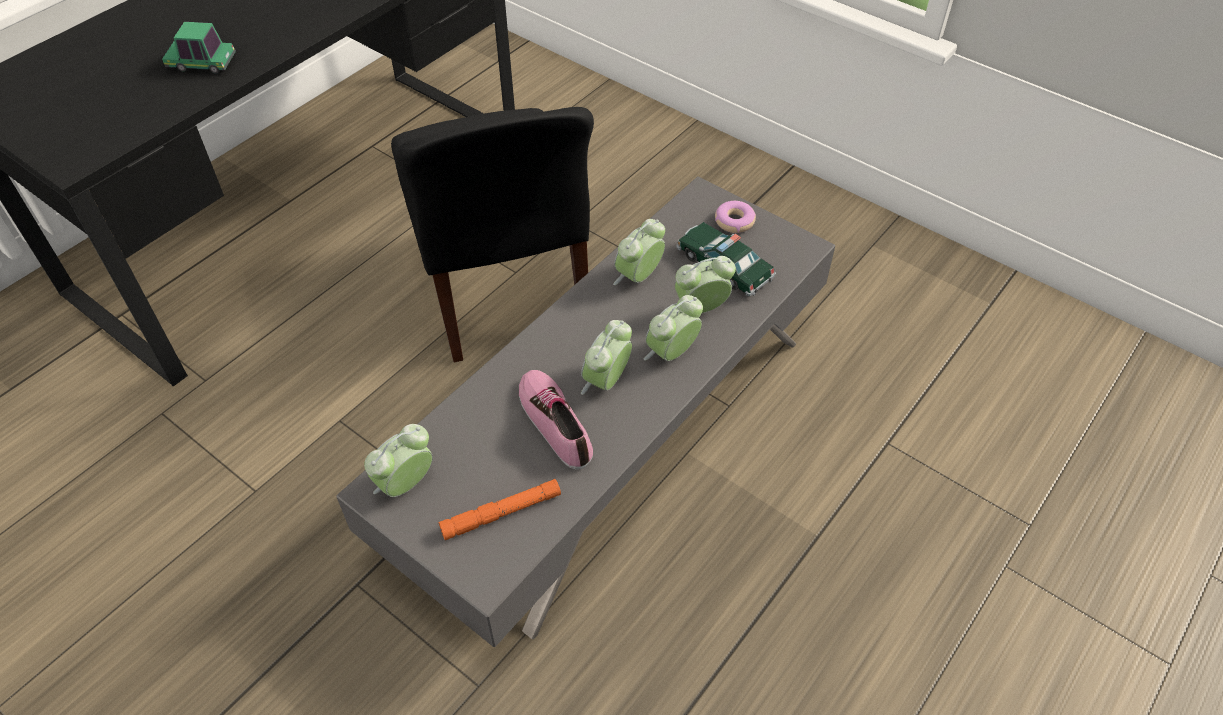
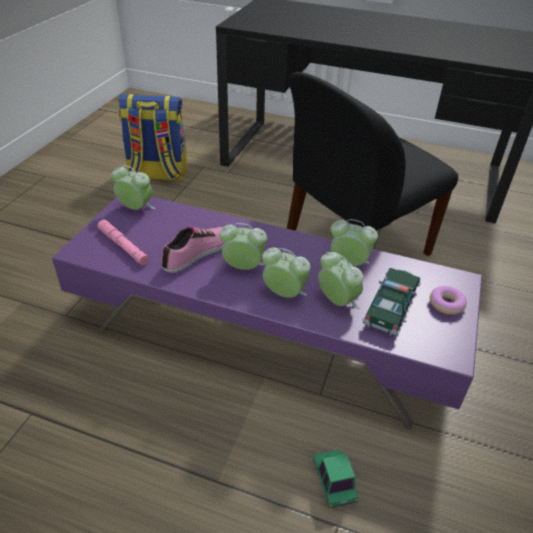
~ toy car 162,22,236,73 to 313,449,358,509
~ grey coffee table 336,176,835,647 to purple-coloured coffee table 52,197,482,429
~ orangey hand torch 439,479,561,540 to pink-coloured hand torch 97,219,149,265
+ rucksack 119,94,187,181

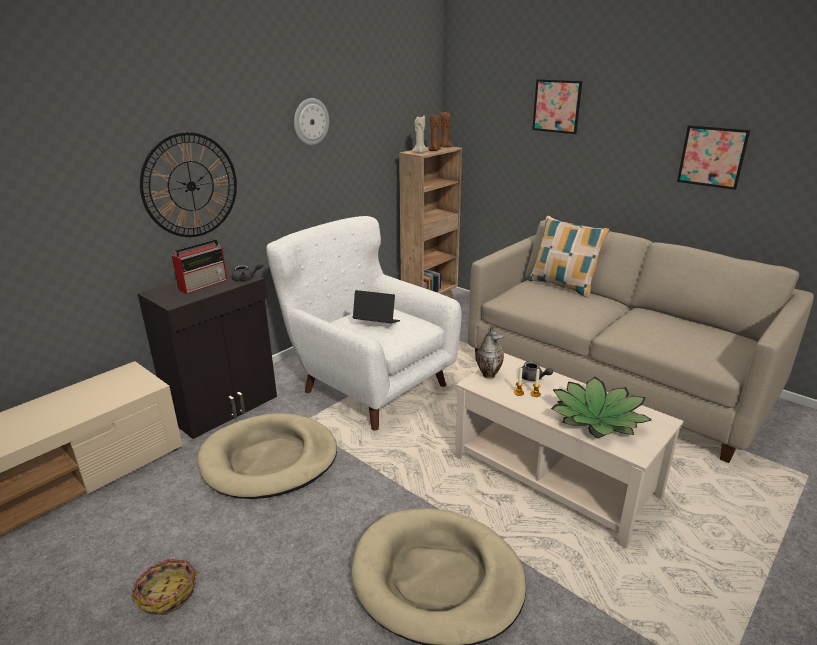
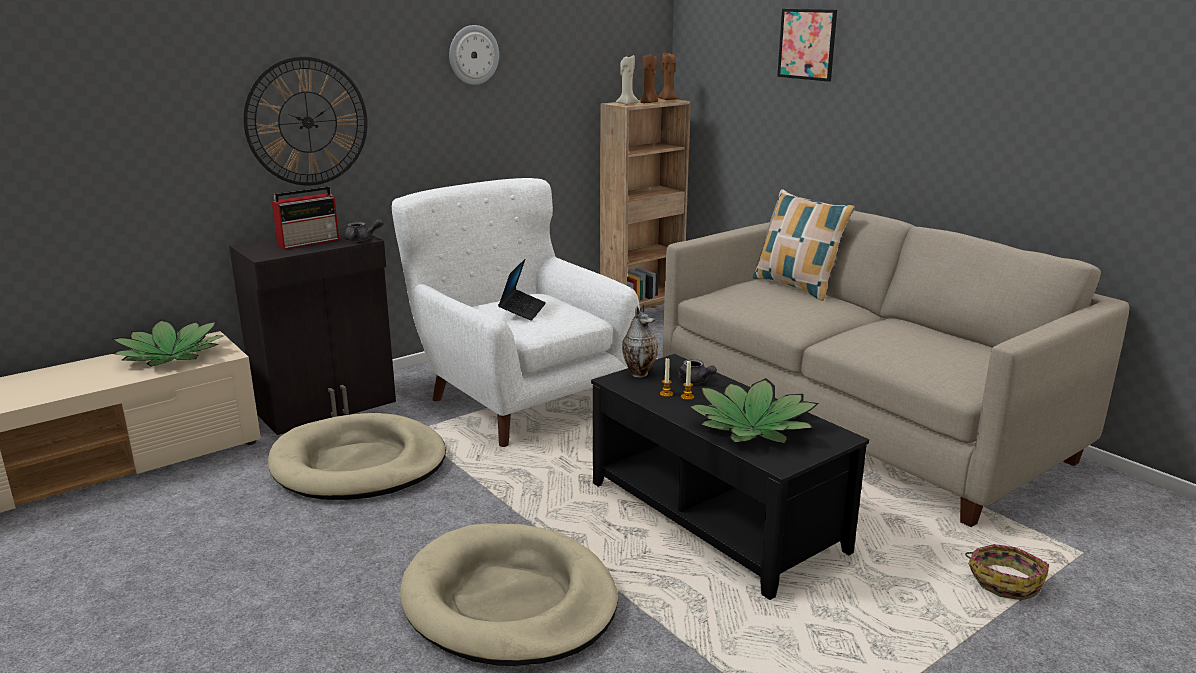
~ basket 132,559,198,615 to 965,544,1049,601
~ portable computer 353,290,400,324 = 498,259,546,321 75 degrees clockwise
~ beige-coloured coffee table 455,353,683,549 to black coffee table 591,354,869,600
- wall picture 677,125,750,190
+ potted plant 112,319,223,366

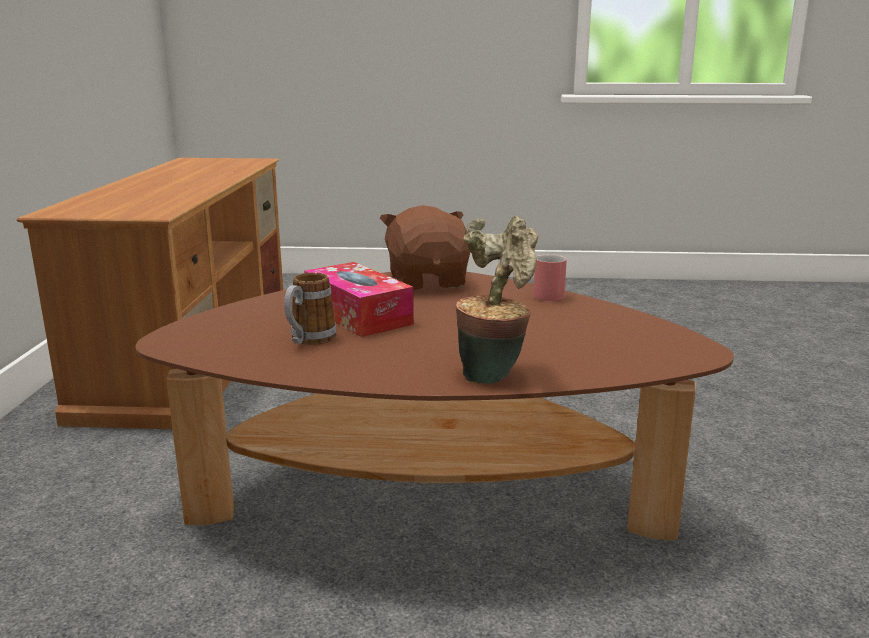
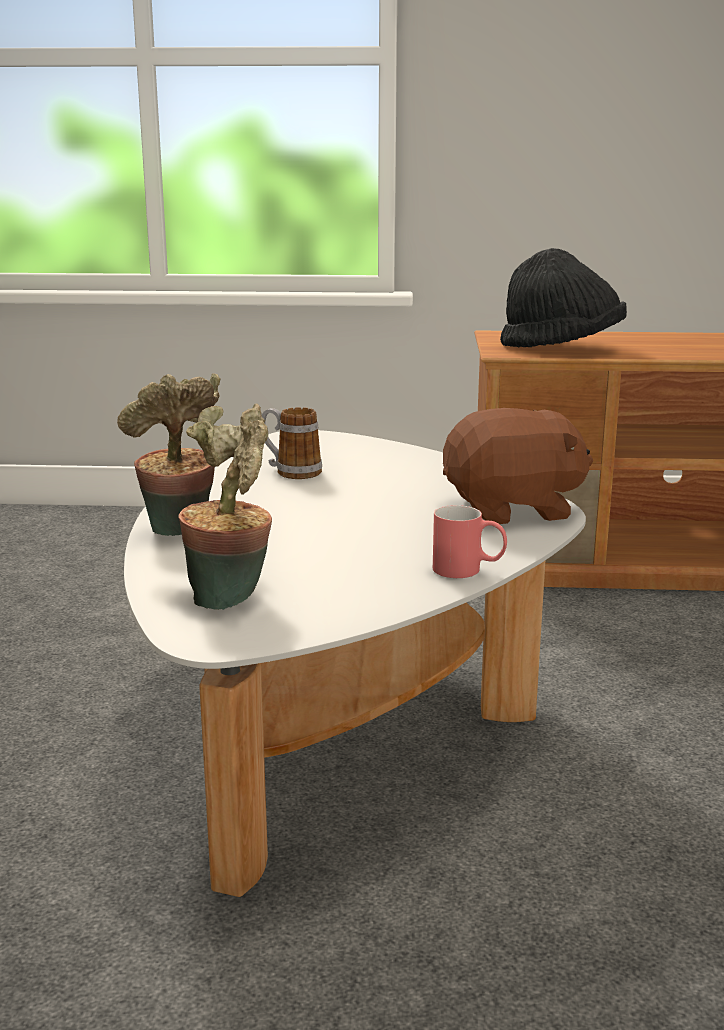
~ brown coffee table 135,272,734,540 to white-coloured coffee table 124,430,586,897
- box of tissues 304,262,414,337
+ potted plant 178,404,272,610
+ black hat 500,248,627,347

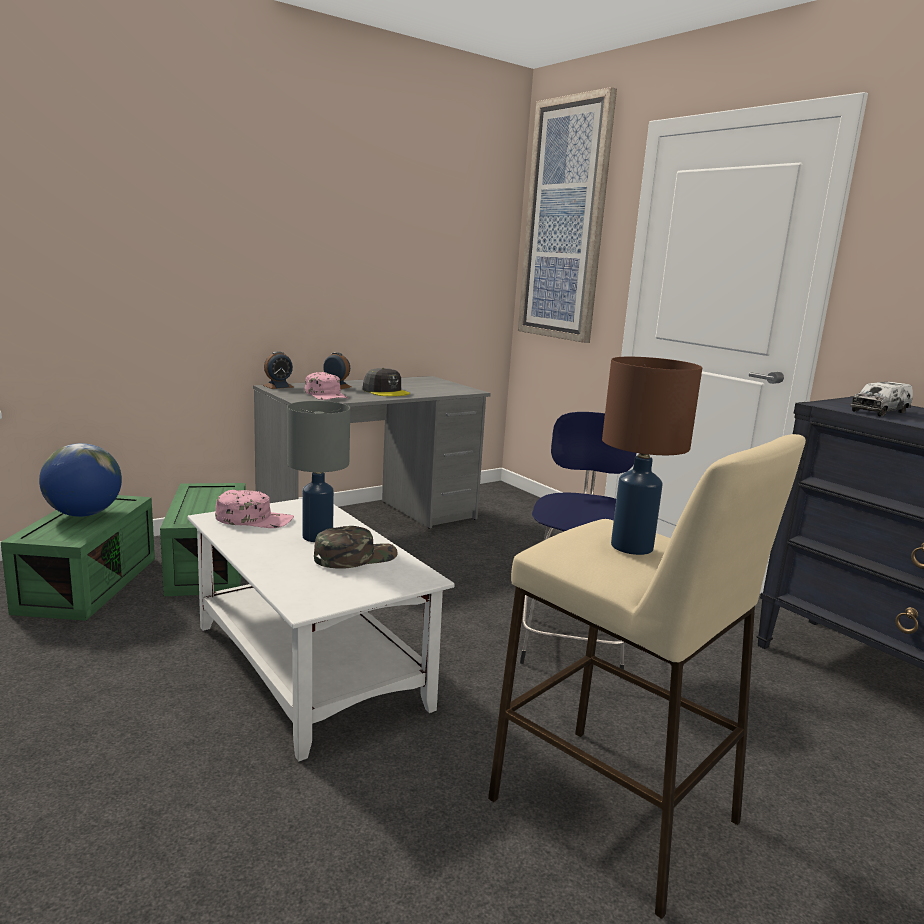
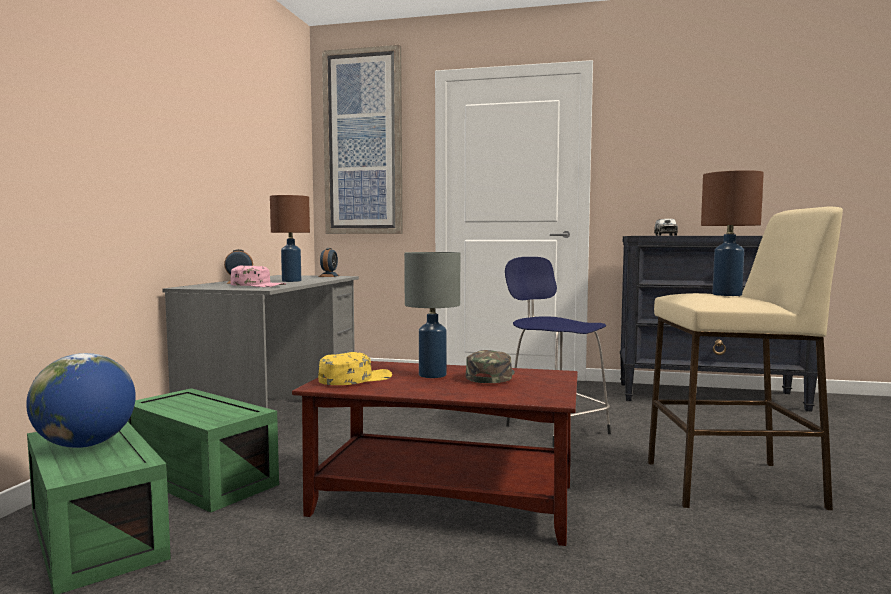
~ white-coloured coffee table 187,499,455,761 to brown coffee table 292,361,578,546
~ pink-coloured baseball cap 215,490,294,528 to yellowish baseball cap 318,352,392,385
~ alarm clock 263,351,293,389 to 318,248,340,277
~ grey baseball cap 363,368,410,396 to brown lamp for a table 270,195,310,282

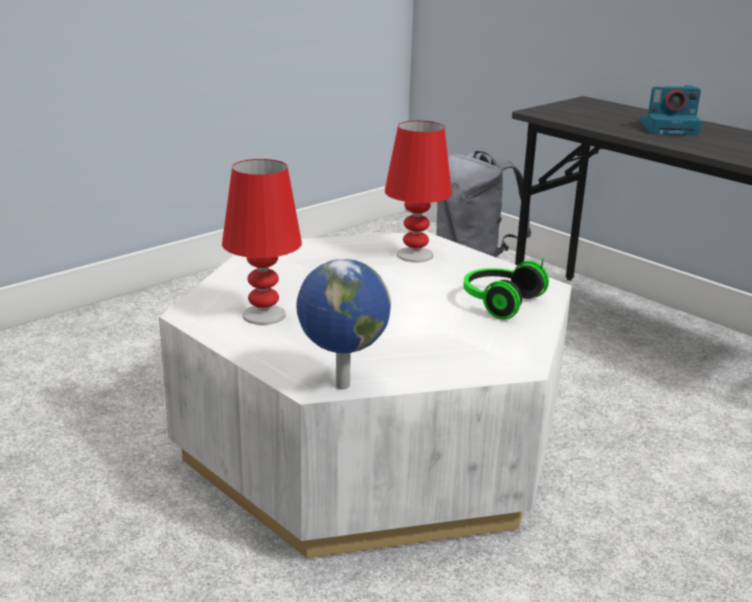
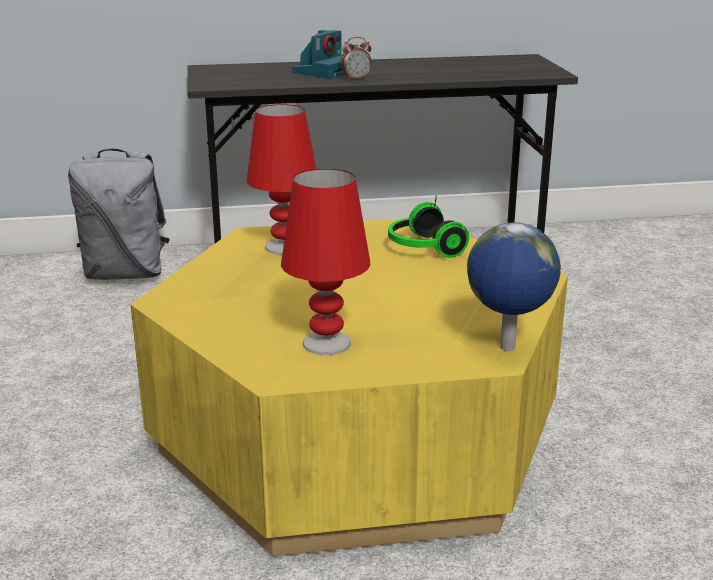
~ white-coloured coffee table 159,232,572,558 to yellowish coffee table 131,218,568,556
+ alarm clock 341,37,372,81

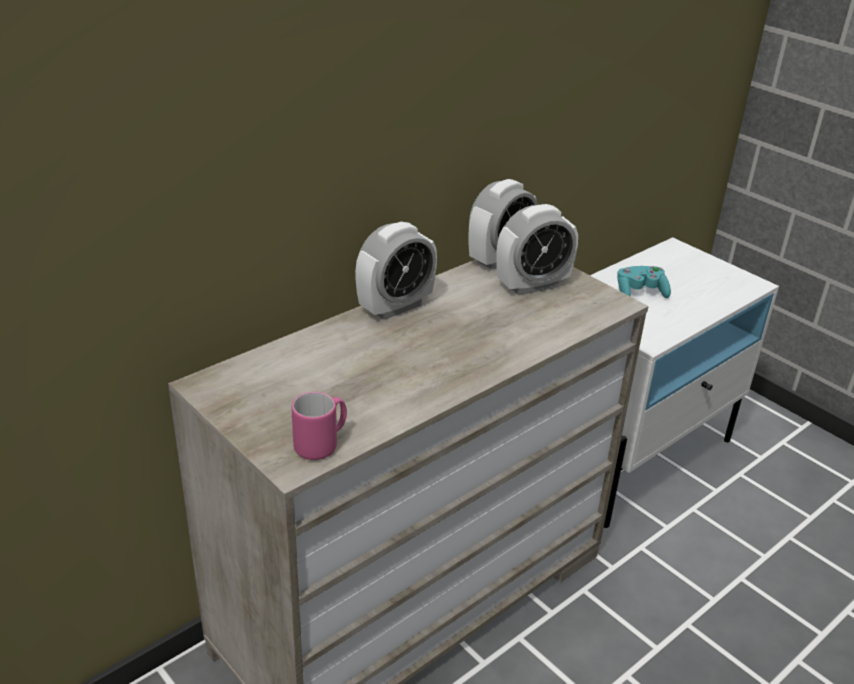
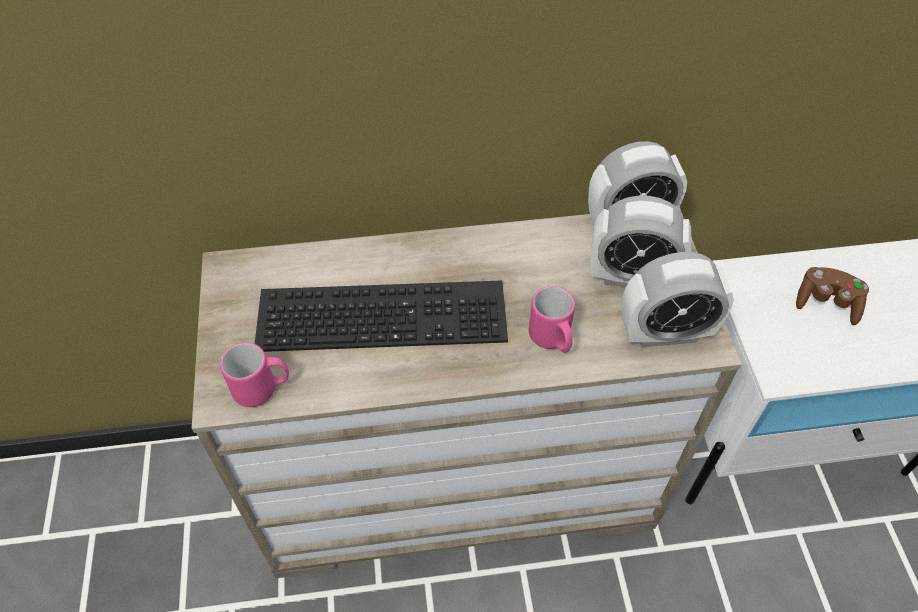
~ alarm clock 355,222,437,320 to 622,252,734,347
~ turquoise-coloured gamepad 617,266,671,298 to brown gamepad 796,267,869,325
+ PC keyboard 255,280,508,352
+ pink-coloured tea mug 529,286,575,353

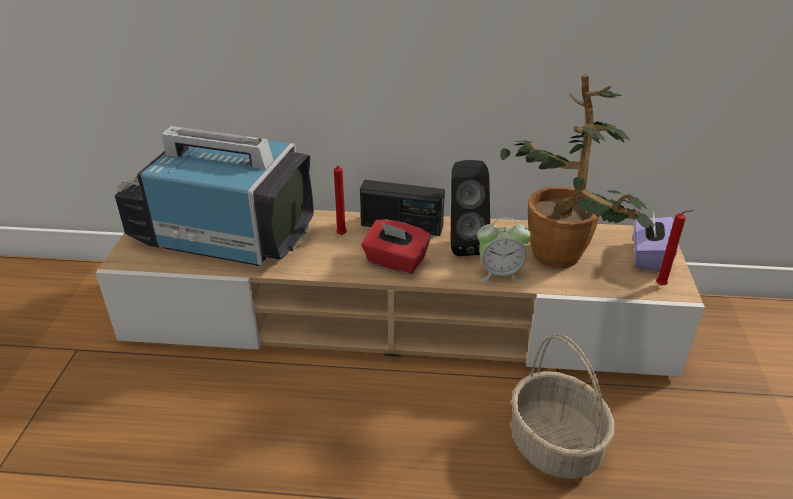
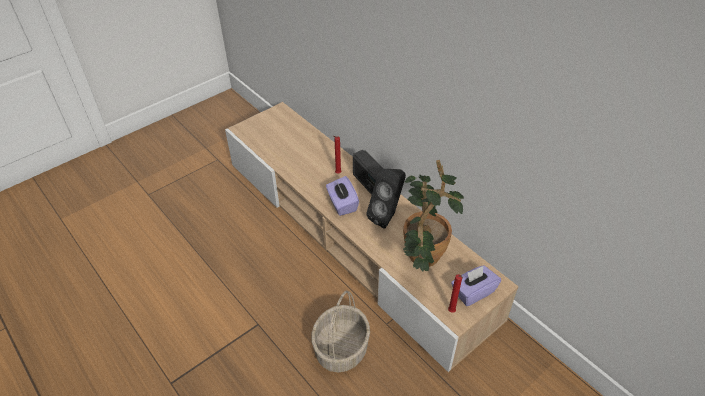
- television 115,126,314,266
~ red box of tissues 361,219,431,274 to purple-coloured box of tissues 326,176,359,216
- alarm clock 477,217,532,282

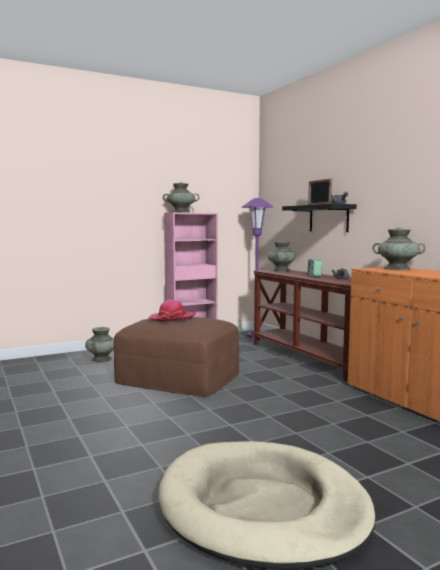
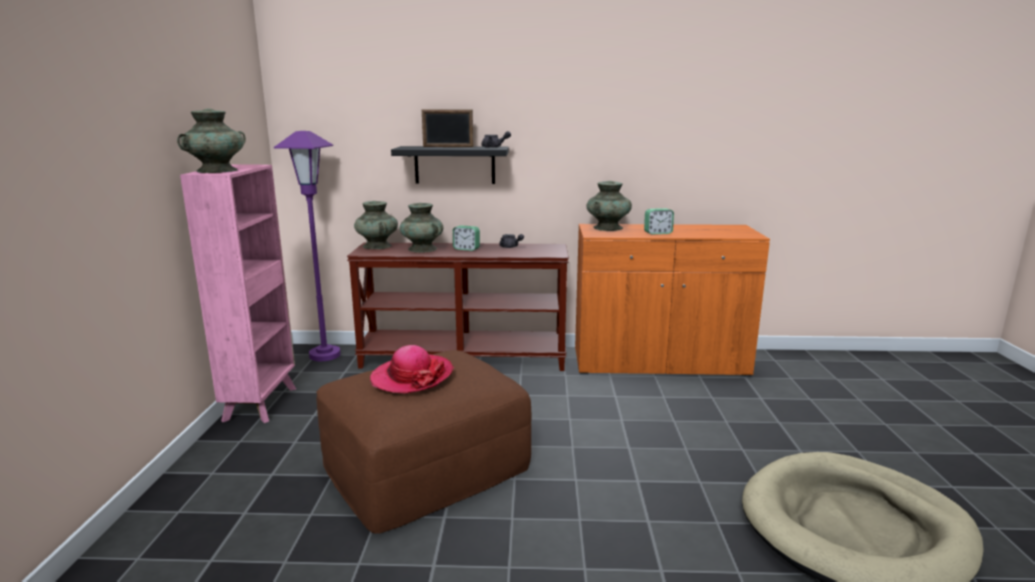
~ turquoise-coloured flower vase 85,327,114,362 to 400,203,443,253
+ alarm clock 644,208,674,234

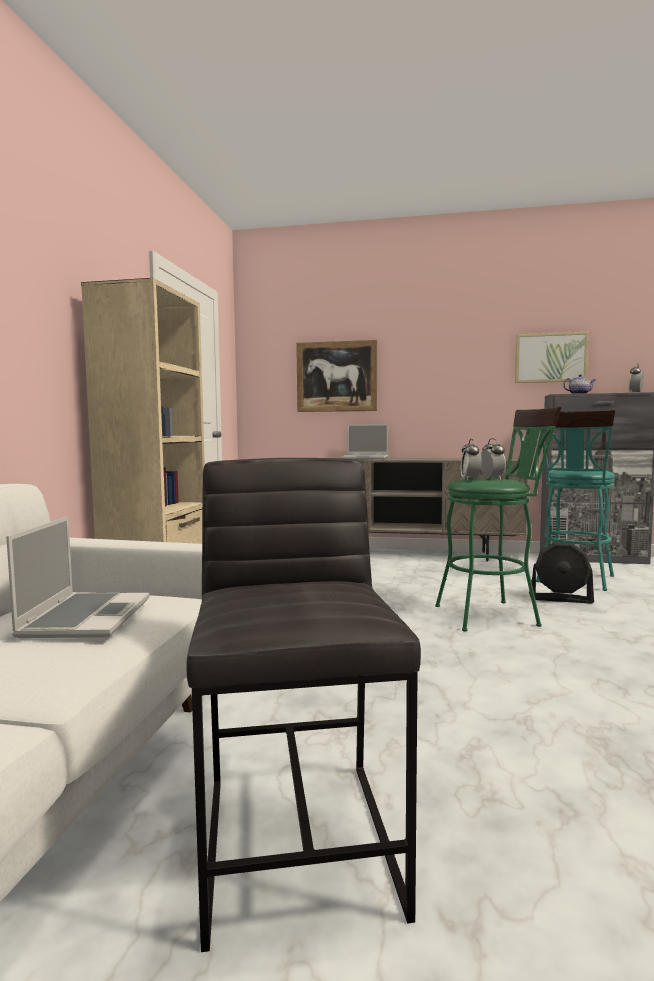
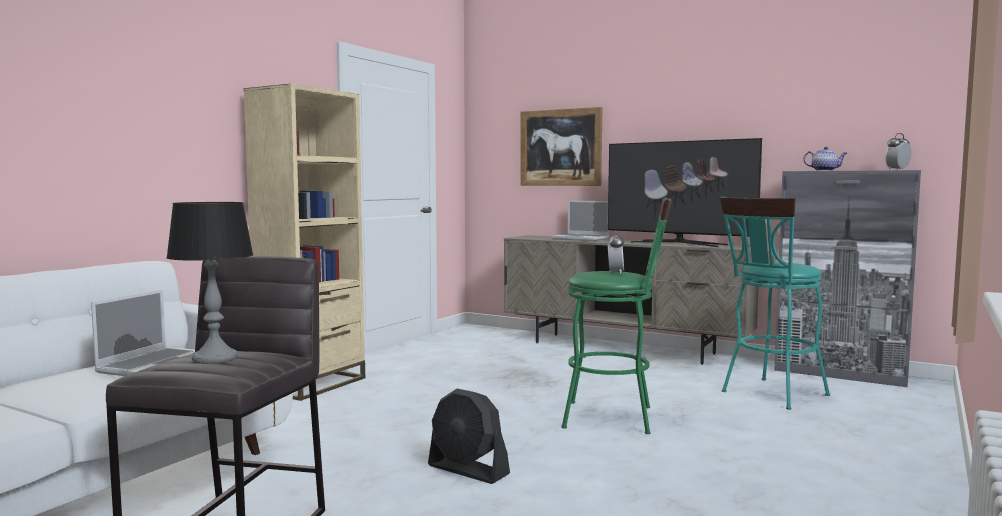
- alarm clock 461,439,481,481
- wall picture 515,332,588,383
~ black fan 529,542,594,604 to 428,389,510,484
+ lamp for a table 166,202,254,364
+ television 608,138,762,247

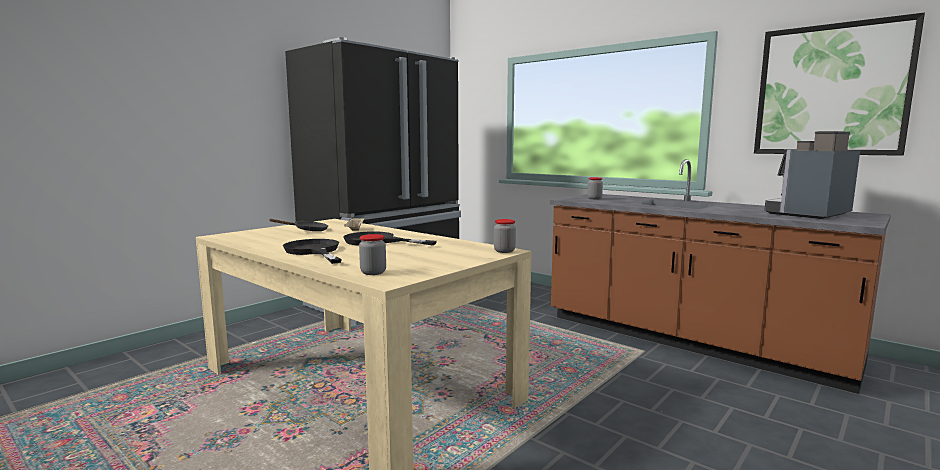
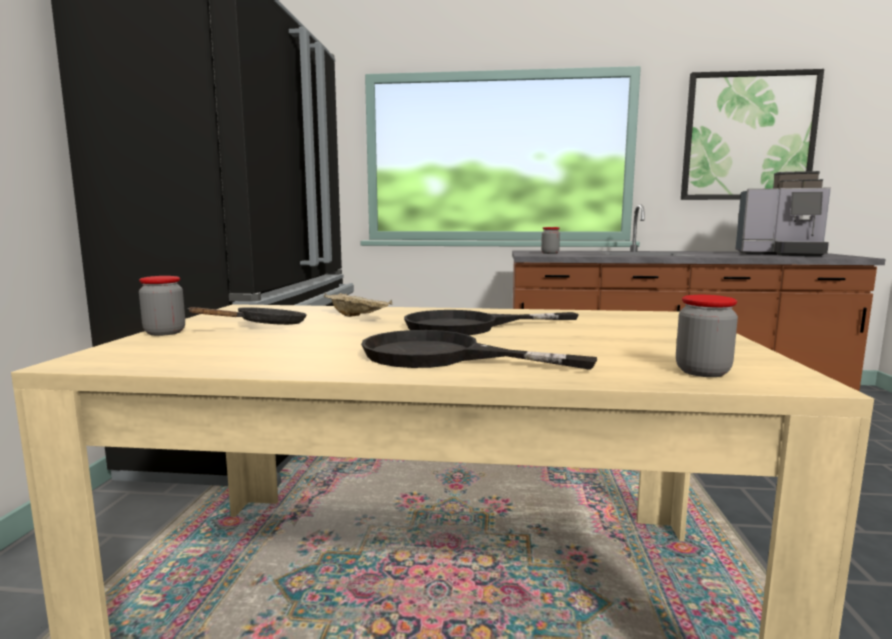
~ storage jar 494,219,516,253 to 139,276,185,336
~ coffee maker 764,131,860,219 = 735,171,831,256 90 degrees counterclockwise

